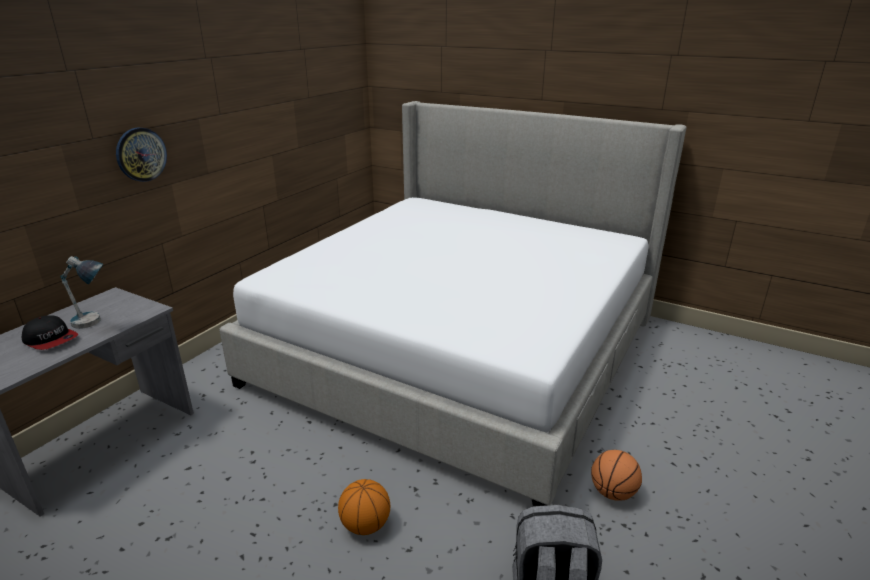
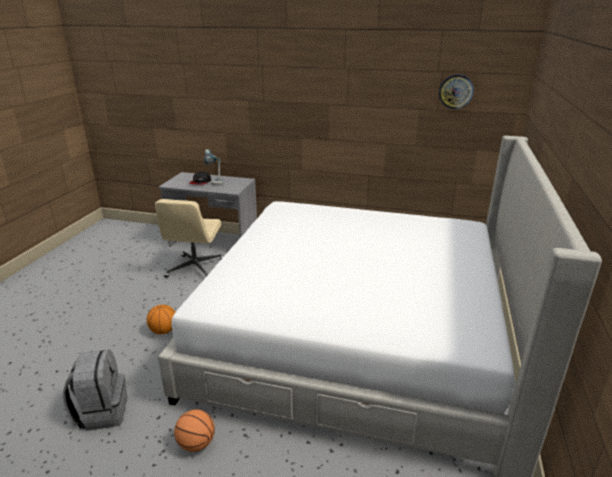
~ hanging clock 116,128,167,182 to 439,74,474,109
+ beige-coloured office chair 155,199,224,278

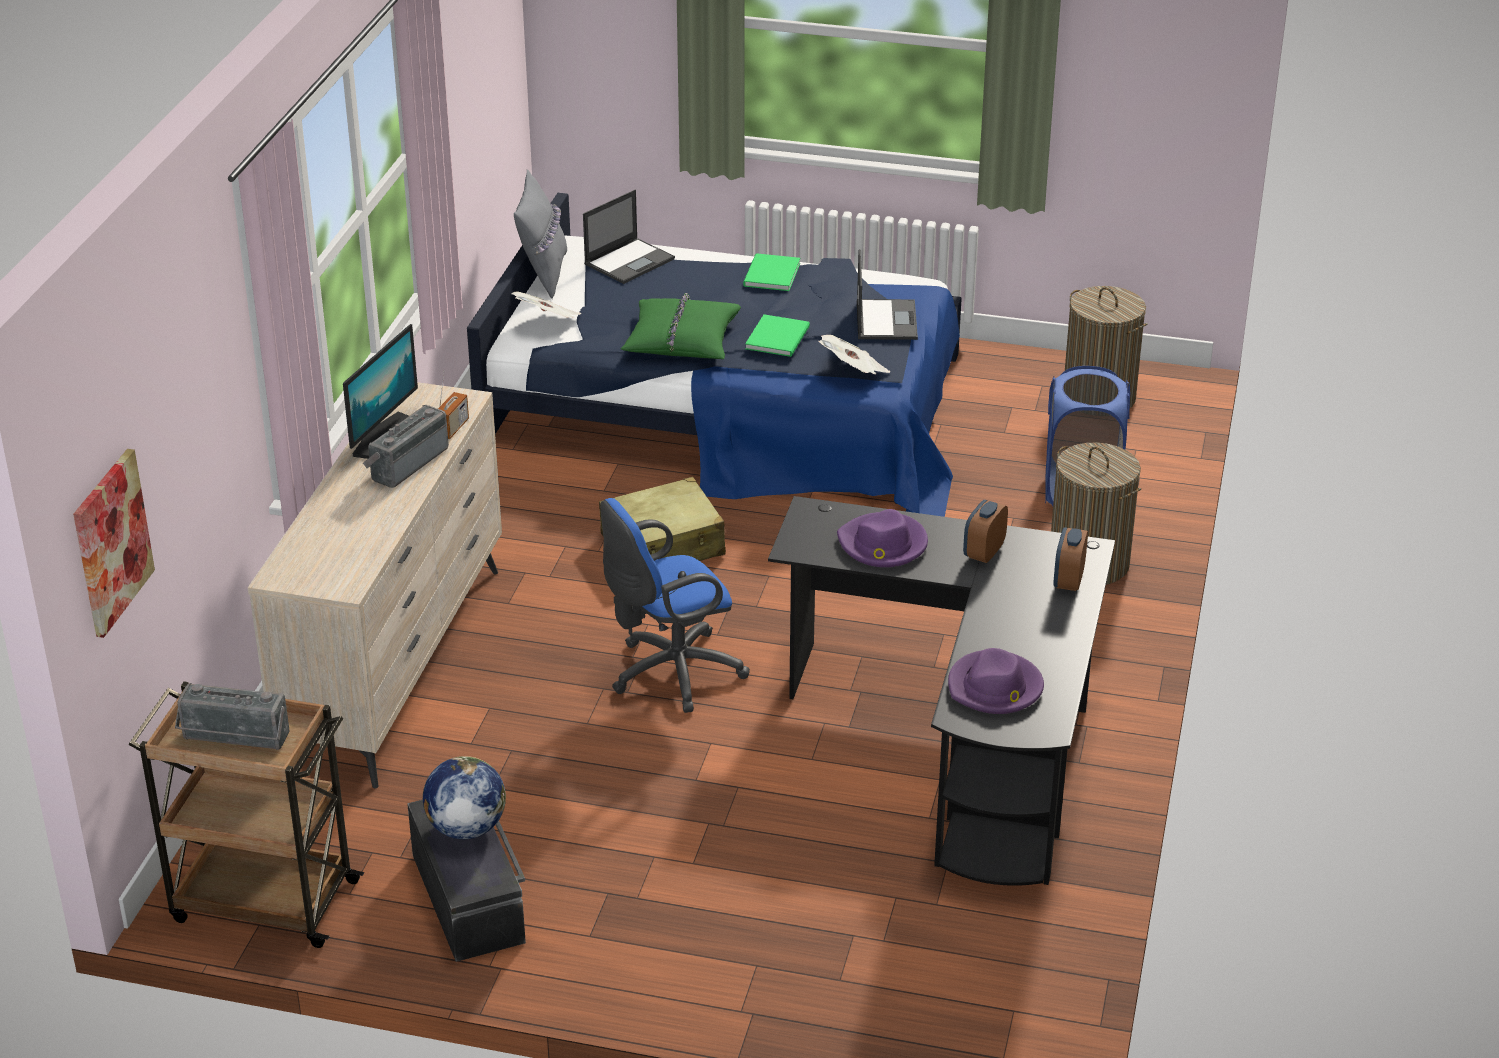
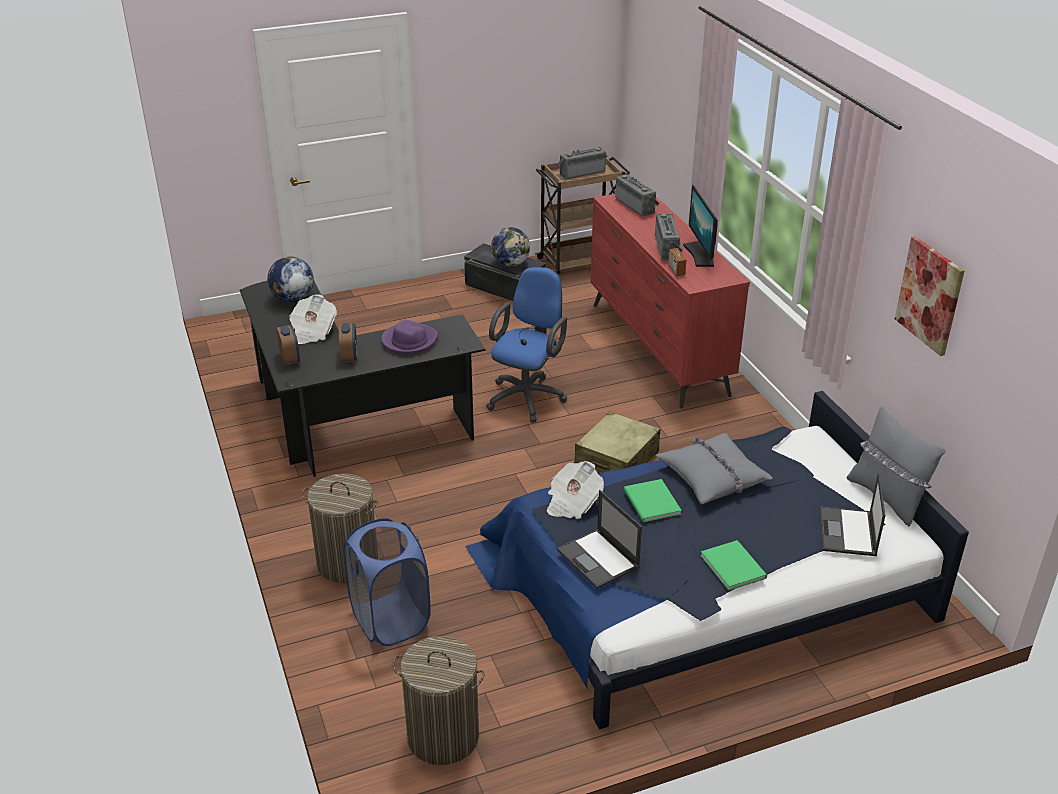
~ wall picture 73,449,155,638 to 895,236,964,356
~ beige-coloured dresser 248,382,502,788 to red dresser 591,194,750,408
~ printed paper 511,291,582,318 to 289,294,337,344
~ green pillow 621,293,741,359 to grey pillow 656,433,773,504
~ purple-coloured hat 948,648,1044,714 to desk globe 267,256,314,302
+ radio receiver 615,174,660,216

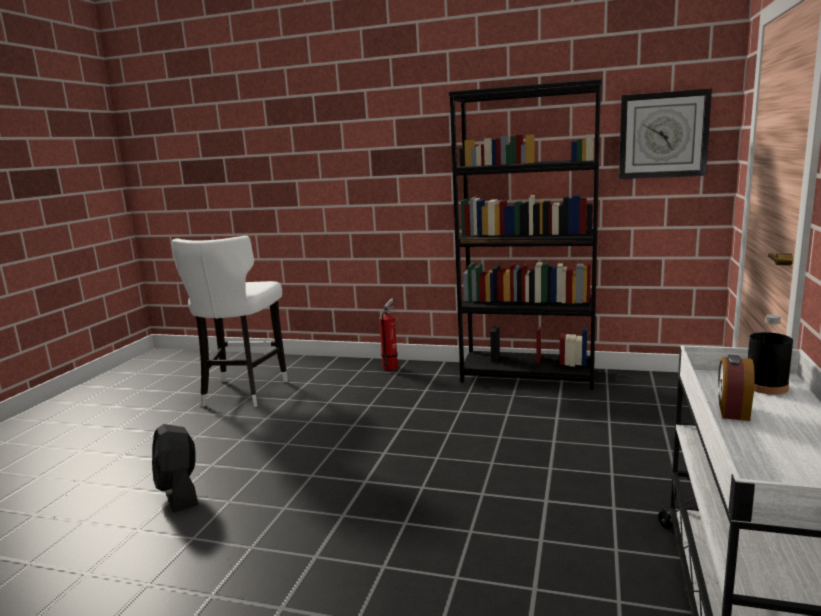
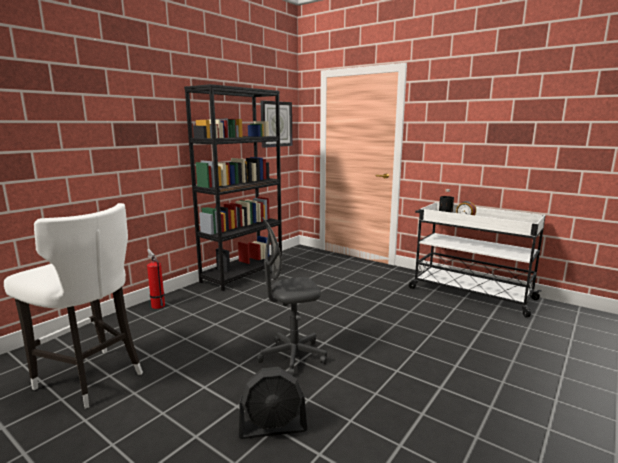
+ grey office chair 257,217,327,376

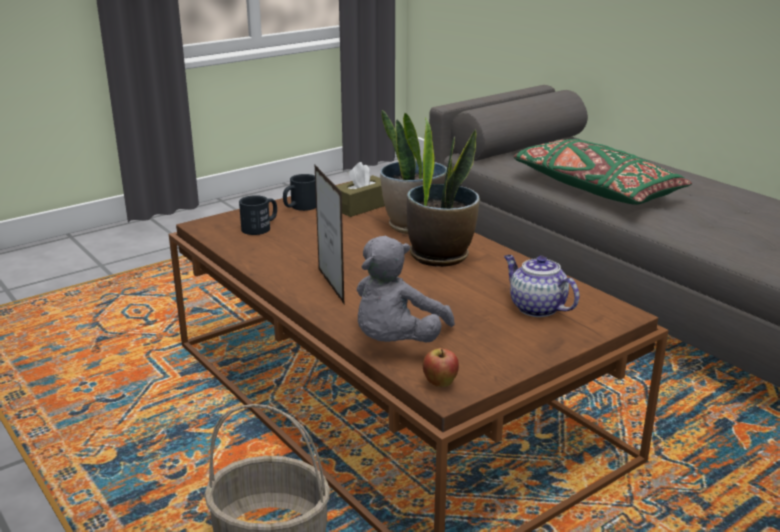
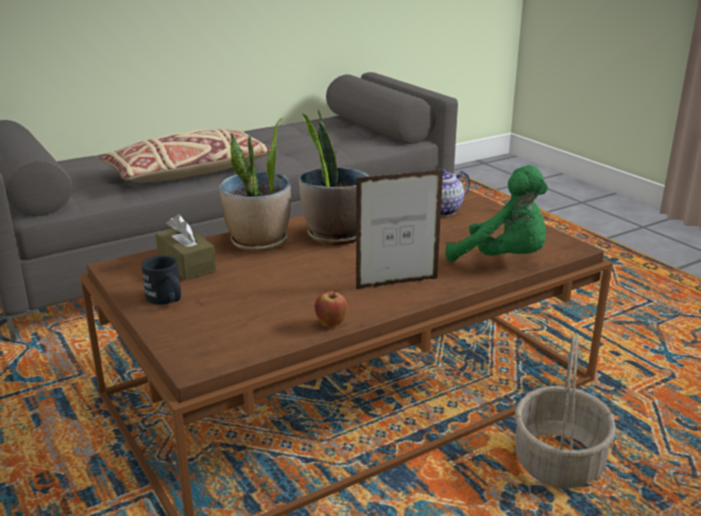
- black tea mug 239,195,277,235
~ grey plush toy 357,236,455,342 to green plush toy 446,165,548,262
~ whole apple 423,348,459,387 to 314,289,347,327
~ green pillow 514,139,692,205 to beige-coloured pillow 99,128,270,182

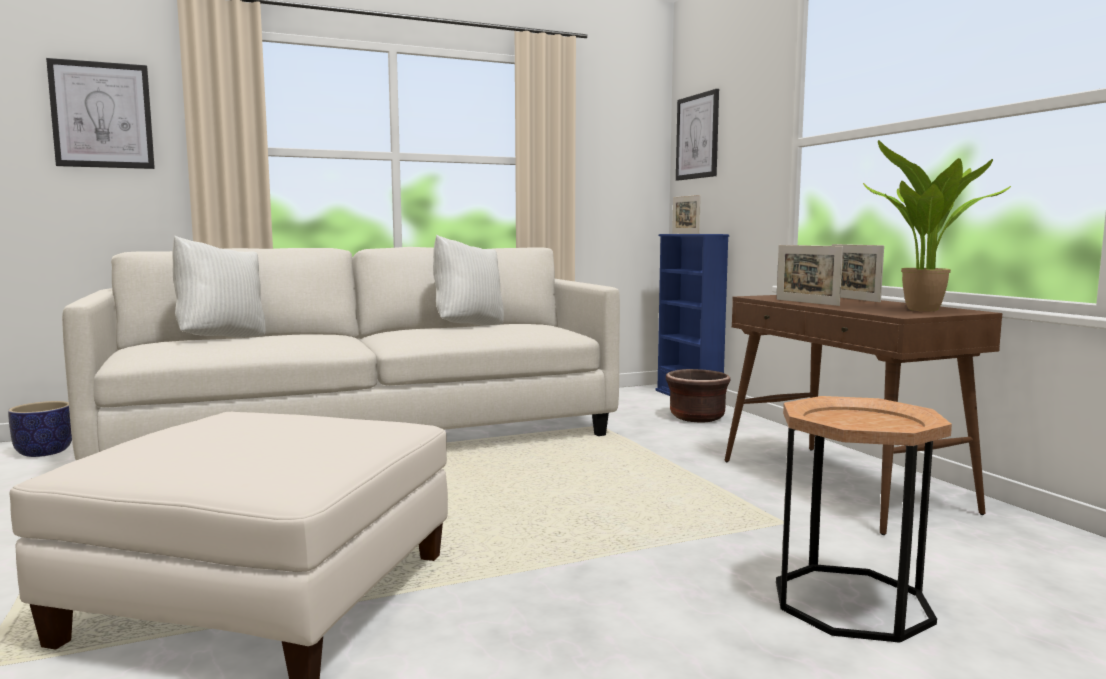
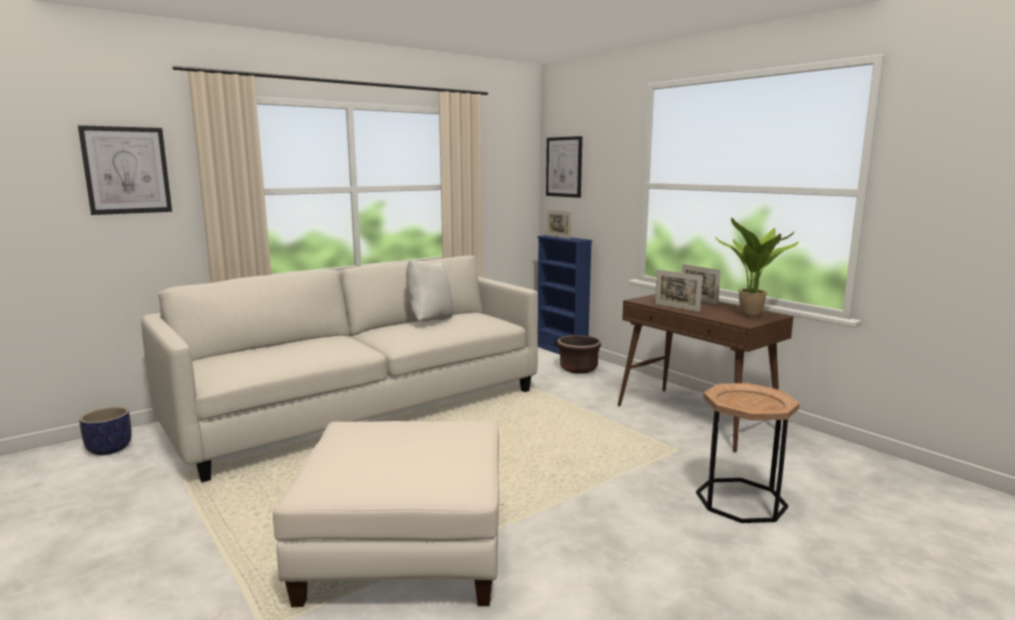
- white-coloured pillow 172,236,265,338

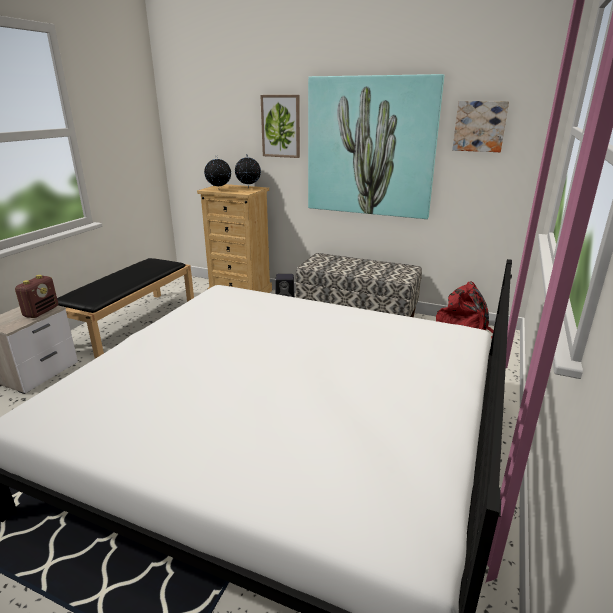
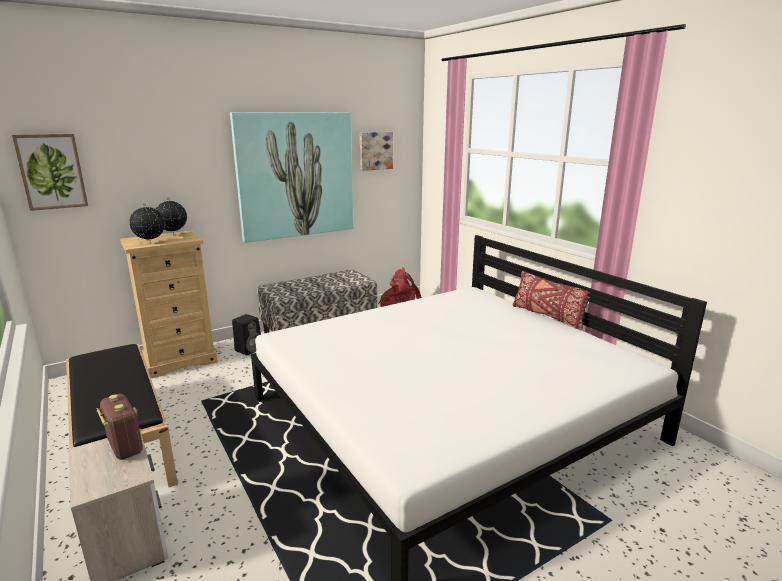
~ wall picture 260,95,300,158 to 12,134,88,211
+ red pillow 513,271,590,330

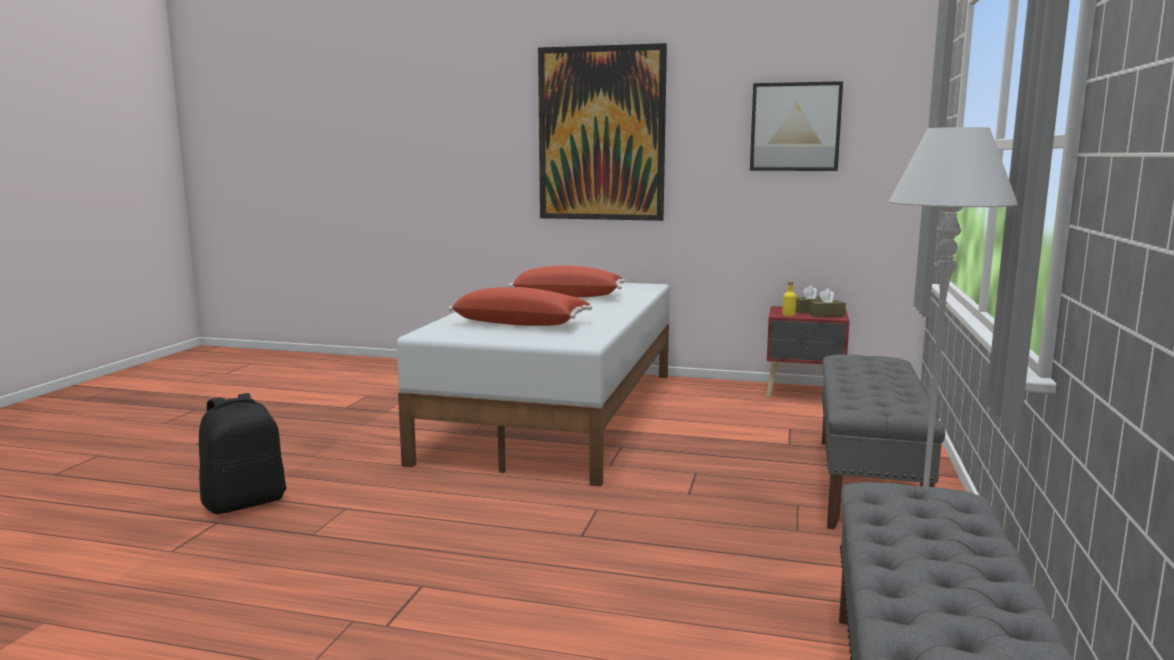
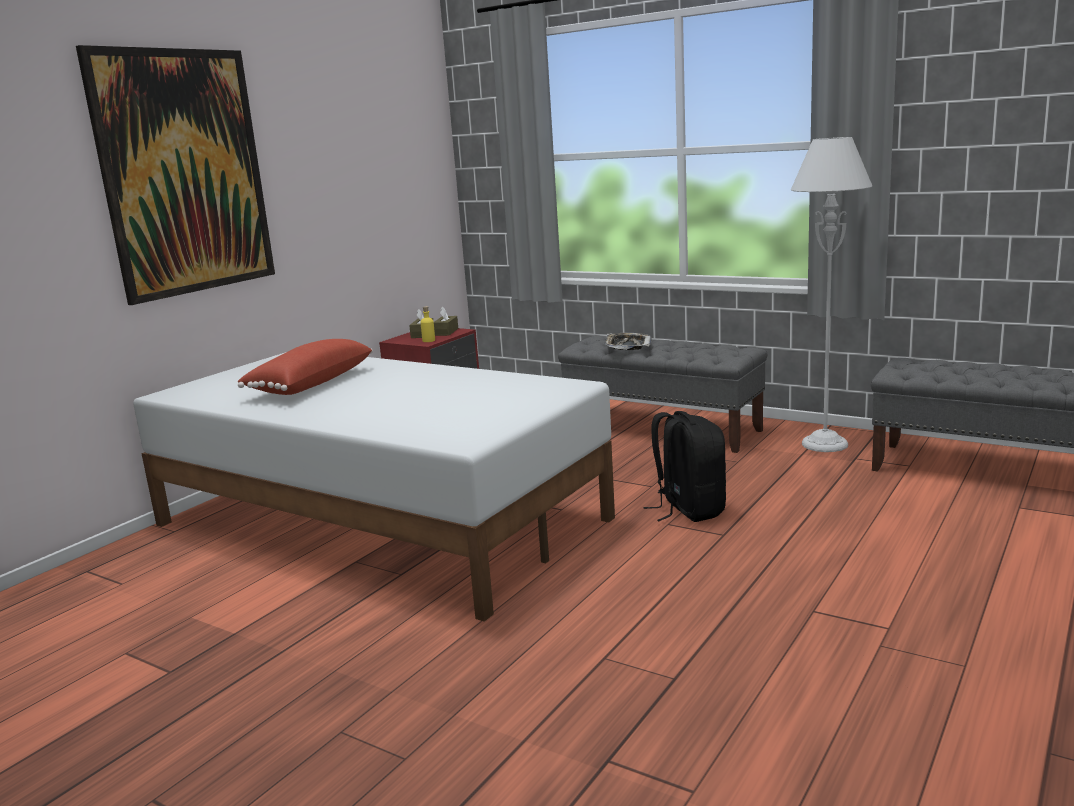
~ black rucksack 199,393,286,514 to 643,411,726,522
- red pillow 448,287,592,326
- wall picture 750,81,843,171
+ carrying tray 604,333,652,350

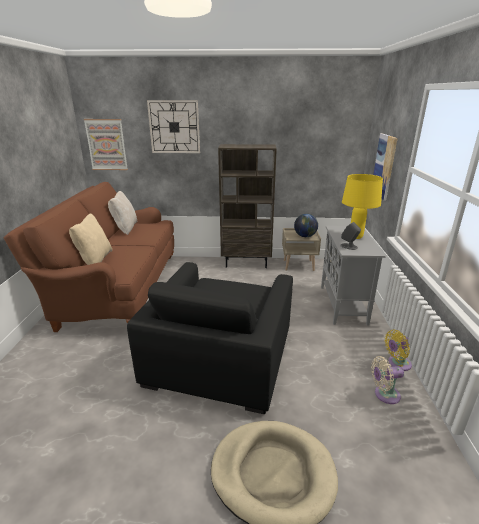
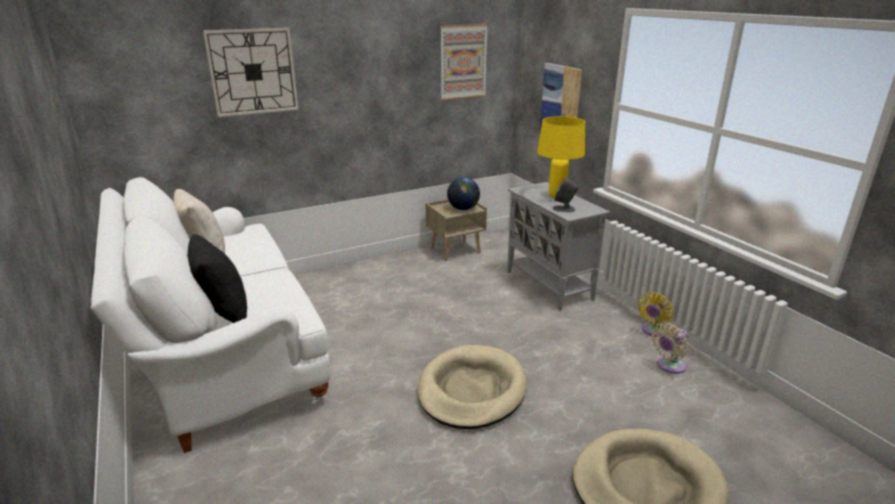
~ brown sofa 4,182,174,332 to white-coloured sofa 90,177,331,453
~ beige-coloured pillow 69,214,113,265 to black pillow 188,234,247,323
~ wall picture 84,119,128,170 to 440,24,488,100
~ black armchair 127,262,293,414 to beige-coloured dog cushion 417,345,527,429
- brown bookshelf 218,144,277,268

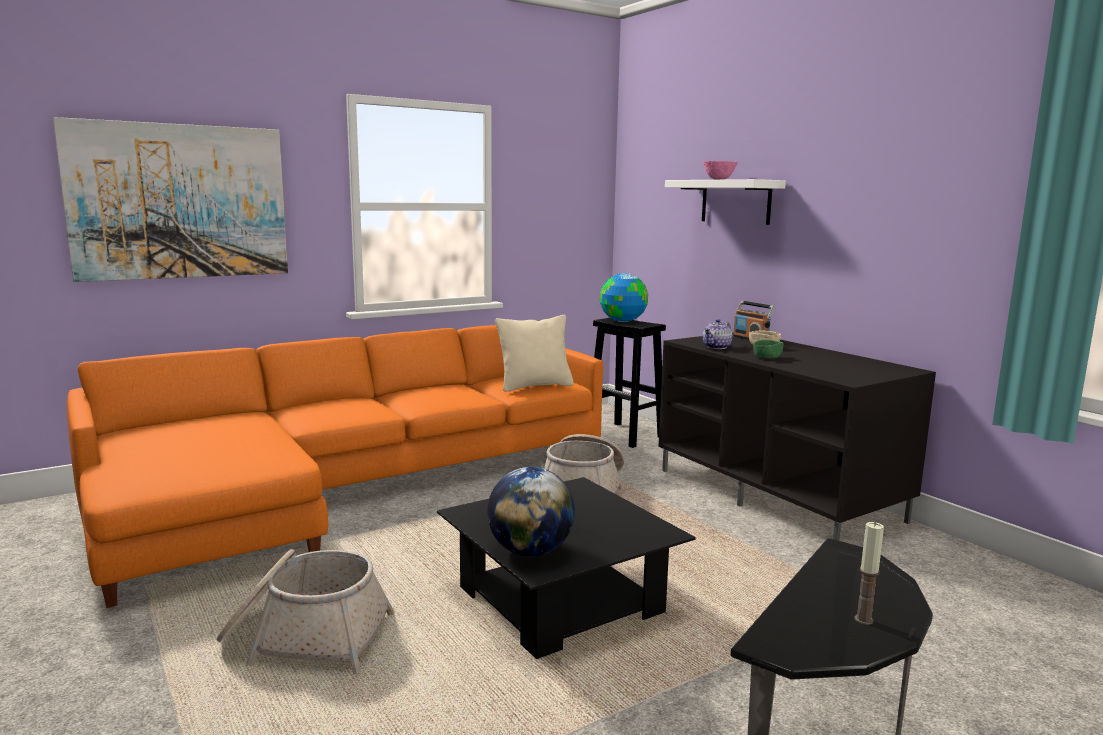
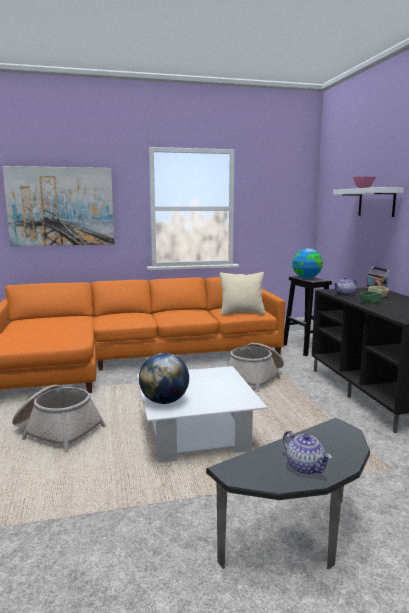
~ black coffee table 437,477,696,659 to white-coloured coffee table 137,366,267,463
~ wax light 855,522,884,625 to pot for tea 283,431,332,475

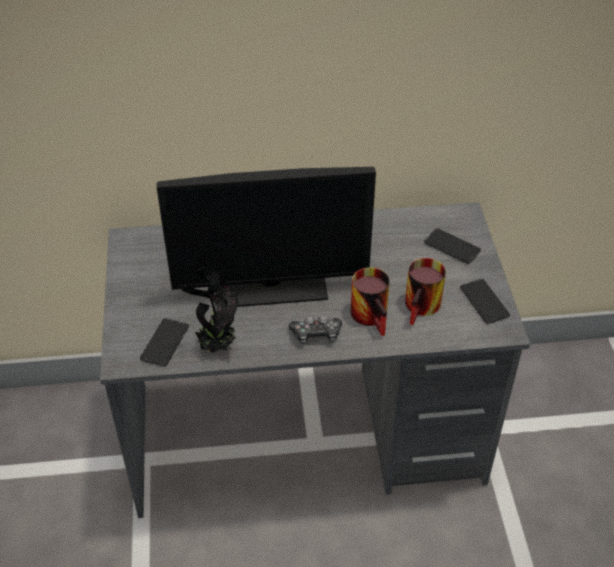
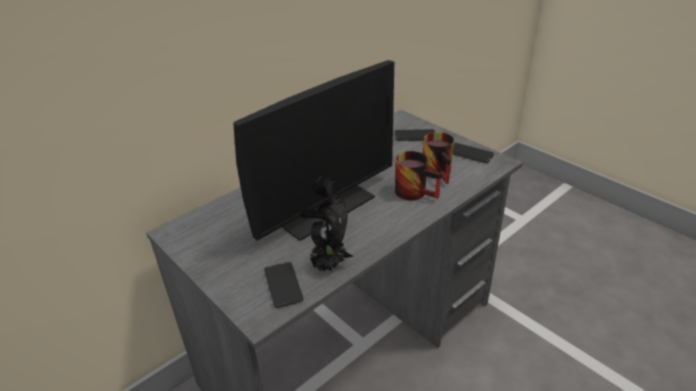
- gamepad 289,315,342,344

